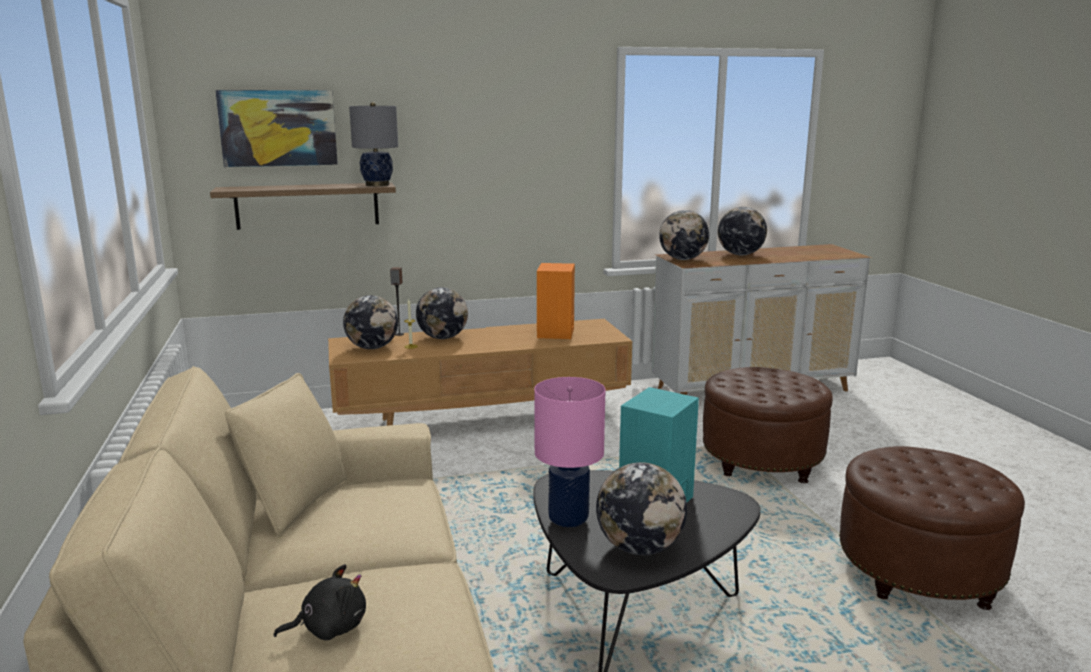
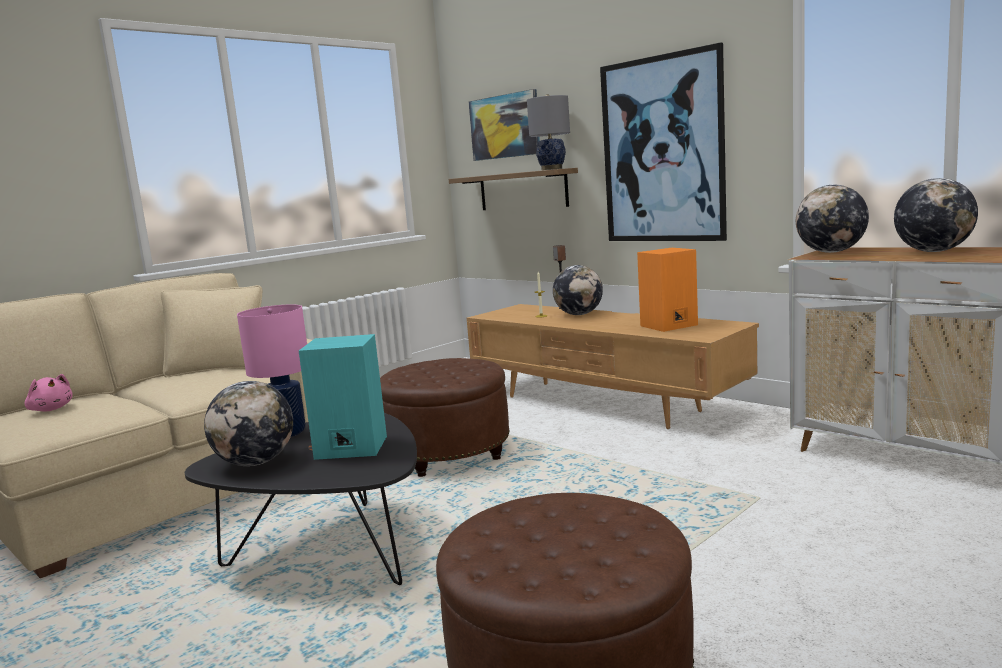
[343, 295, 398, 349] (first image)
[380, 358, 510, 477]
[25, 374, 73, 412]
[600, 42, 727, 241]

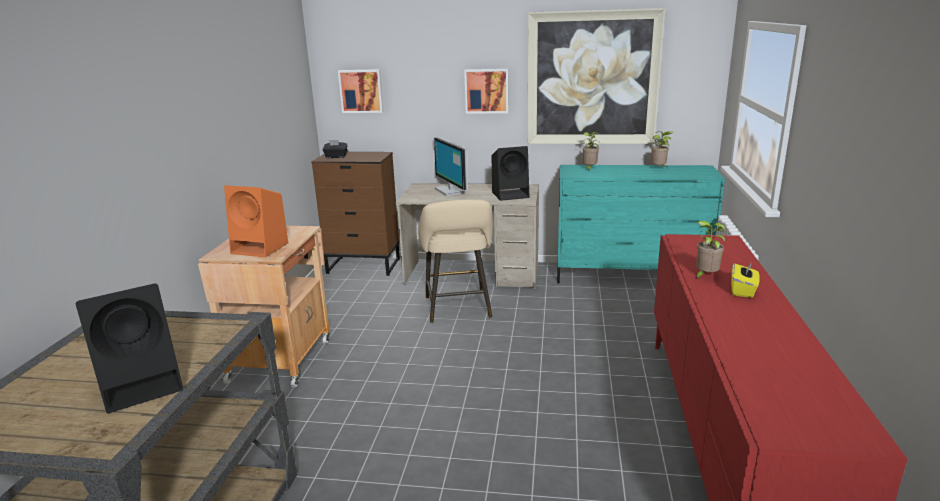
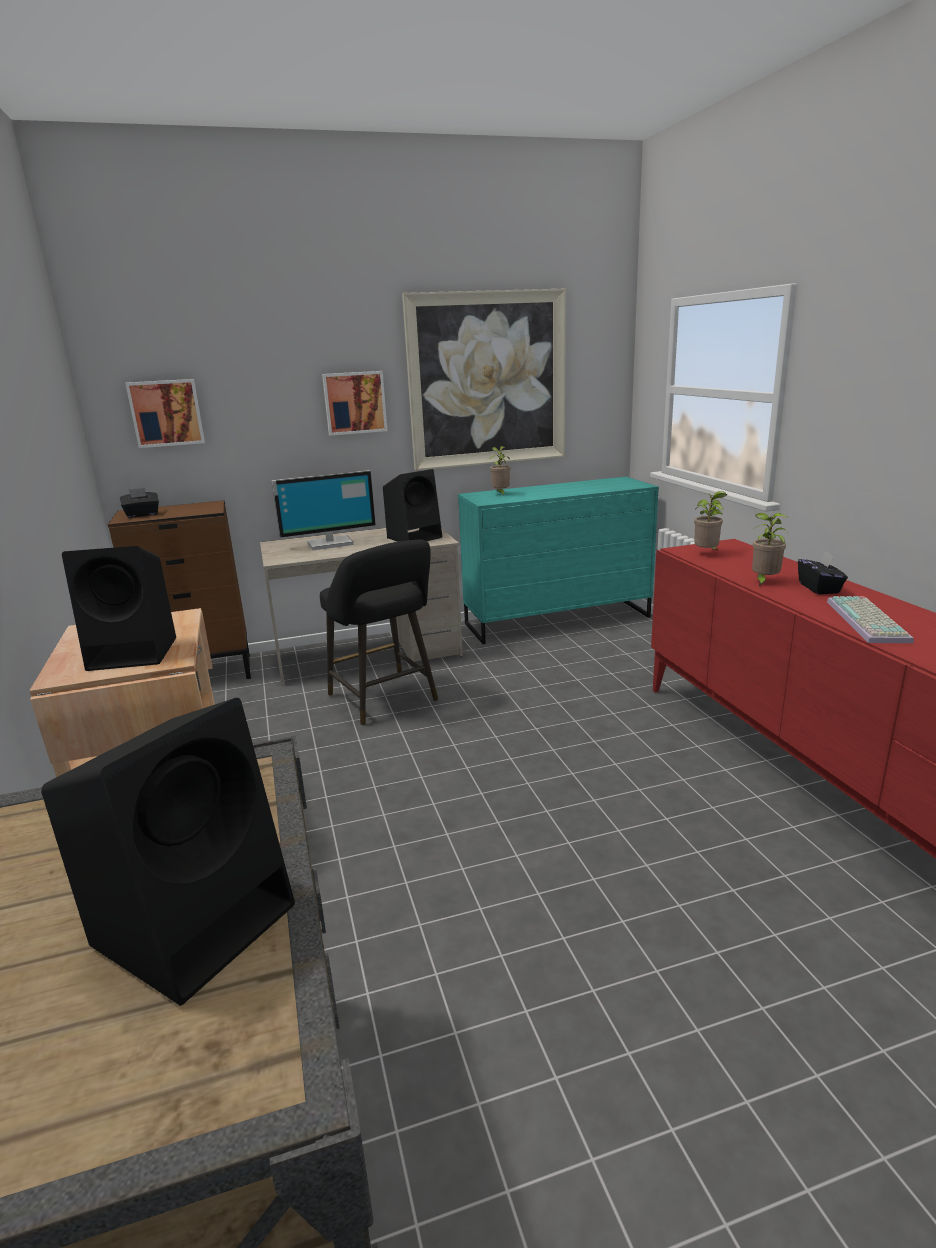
[694, 491, 728, 549]
[272, 470, 376, 550]
[62, 546, 176, 671]
[320, 540, 438, 726]
[798, 551, 848, 594]
[827, 596, 914, 643]

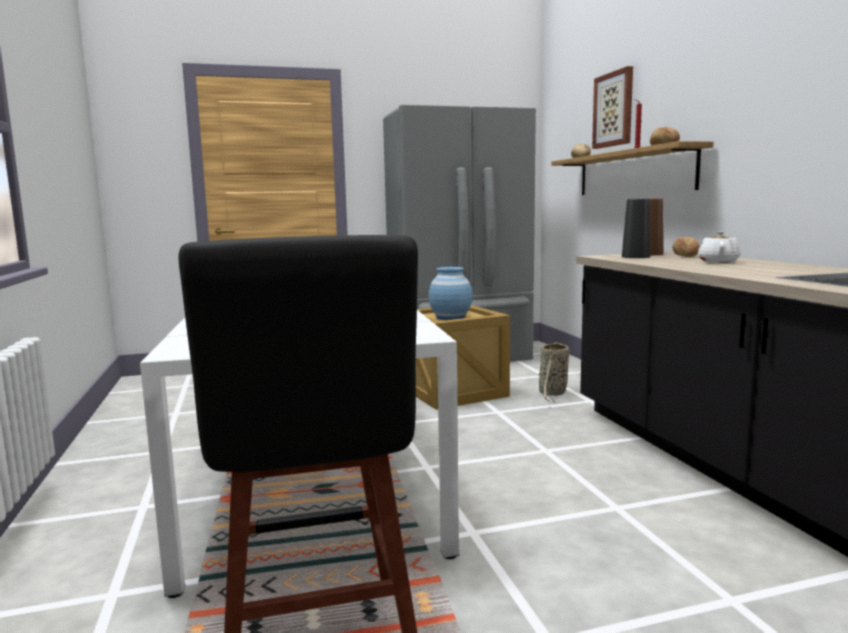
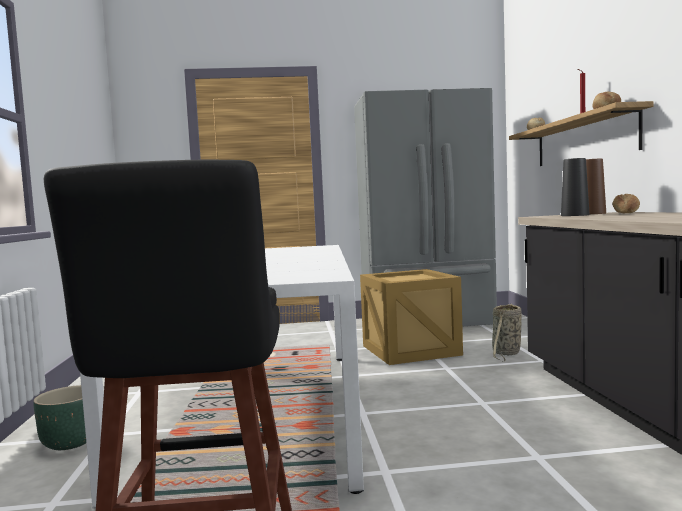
[592, 66, 633, 149] (first image)
[698, 231, 741, 263] (first image)
[429, 267, 472, 320] (first image)
[33, 385, 86, 450]

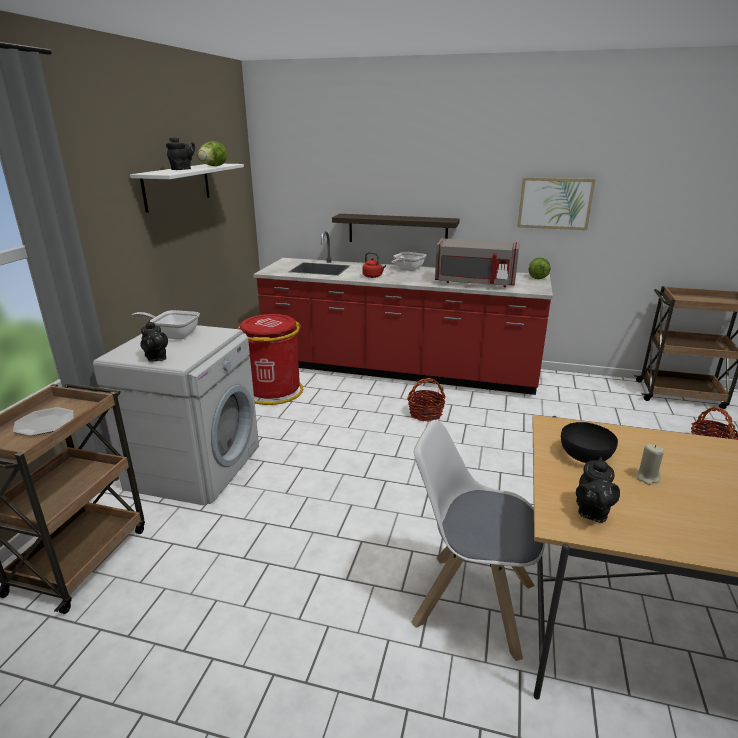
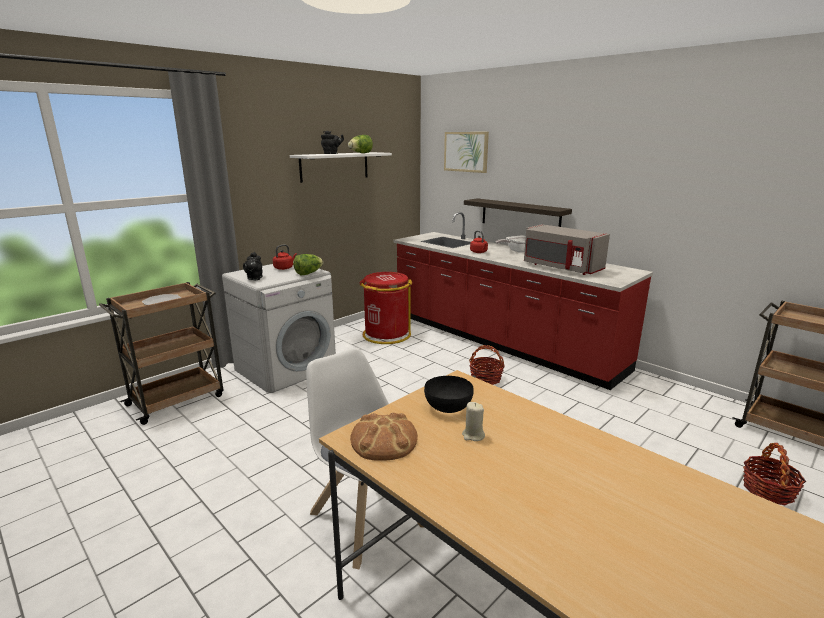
[444, 132, 489, 173]
[293, 254, 323, 275]
[273, 244, 297, 270]
[350, 413, 418, 461]

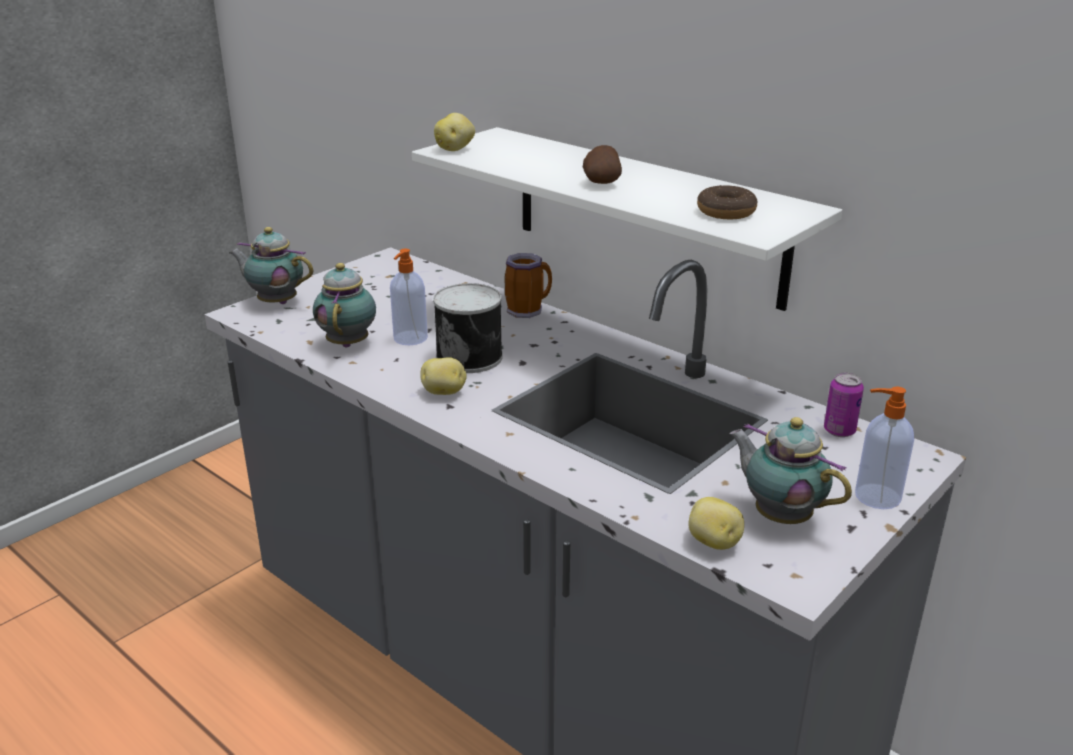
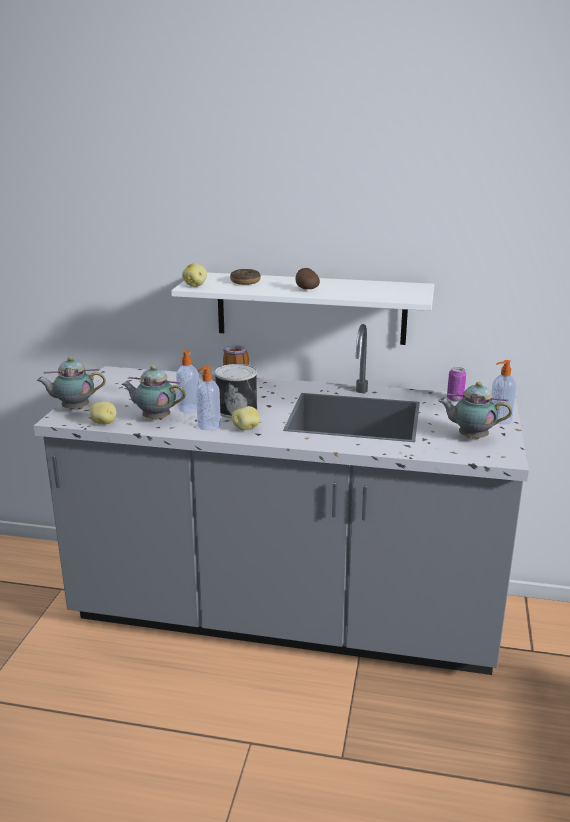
[230, 269, 261, 285]
[122, 365, 186, 420]
[89, 402, 117, 424]
[196, 365, 221, 430]

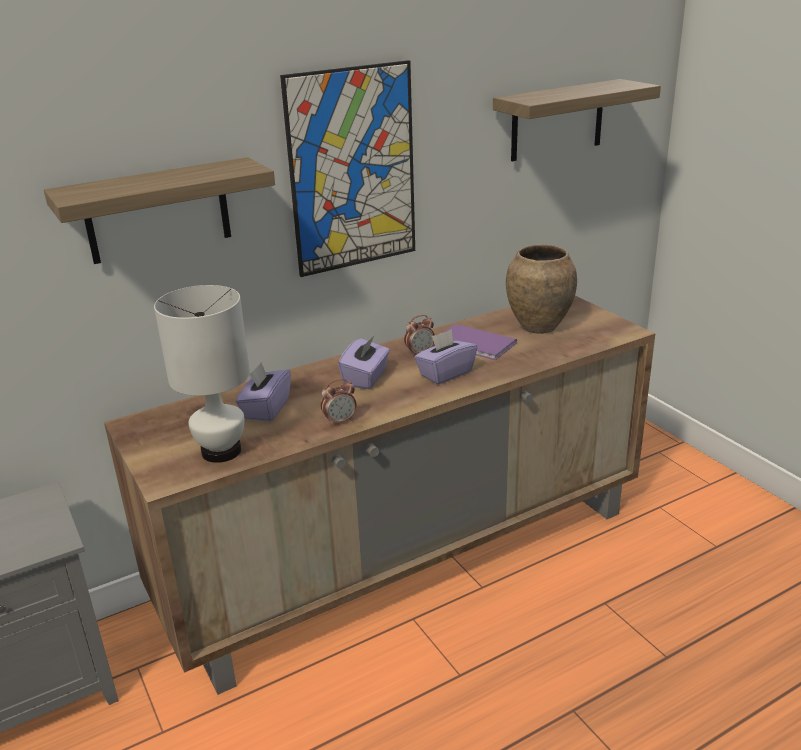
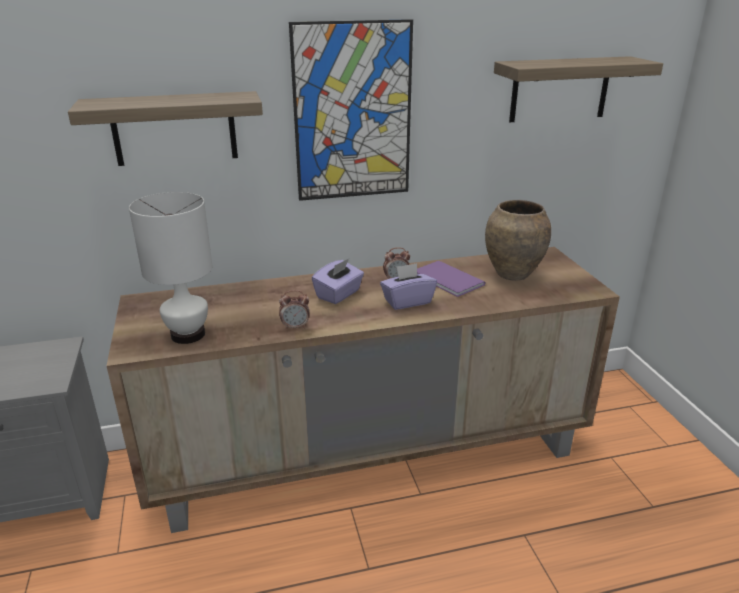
[236, 362, 291, 422] (first image)

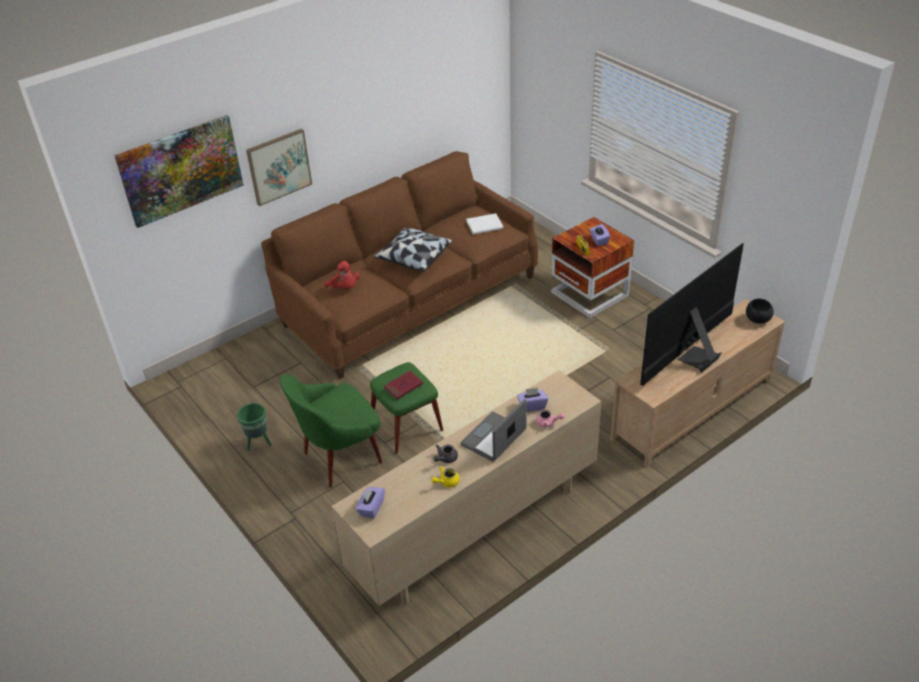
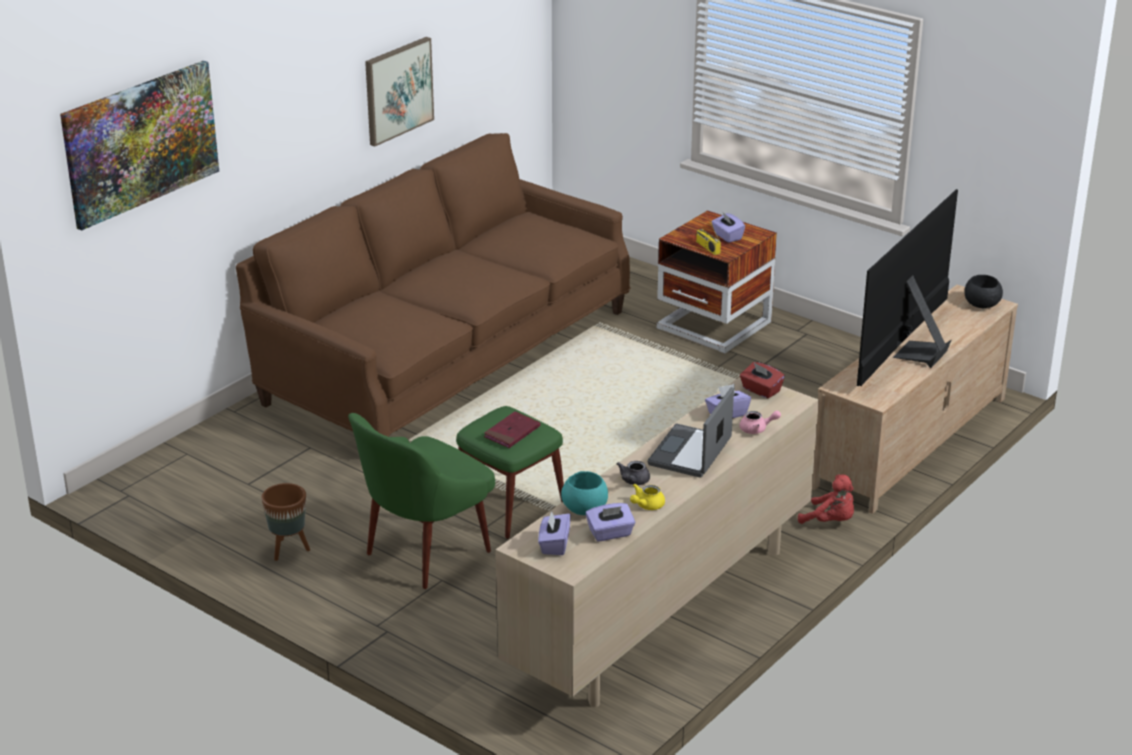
[365, 37, 434, 147]
[466, 213, 504, 235] (first image)
[374, 228, 452, 272] (first image)
[798, 474, 854, 524]
[261, 483, 310, 561]
[740, 362, 785, 399]
[561, 471, 608, 515]
[586, 503, 635, 541]

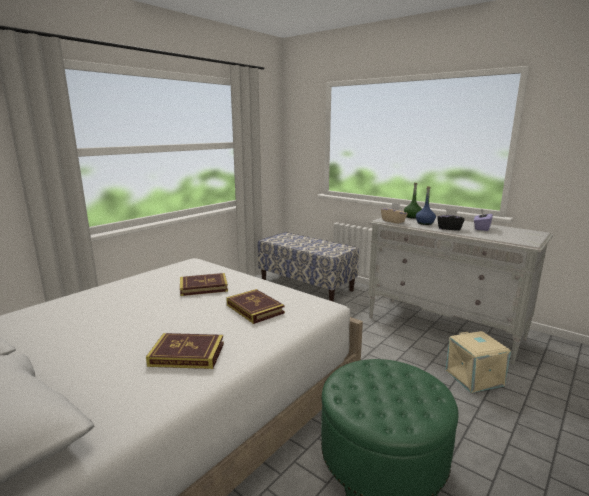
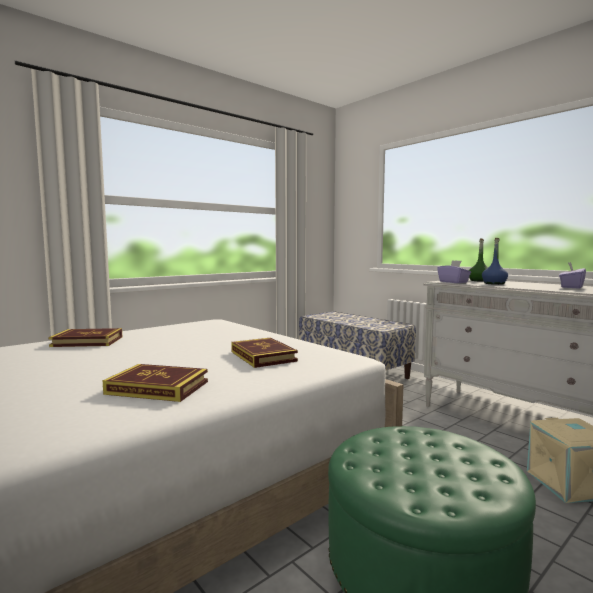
[437, 260, 471, 283]
[437, 209, 465, 231] (first image)
[48, 328, 122, 347]

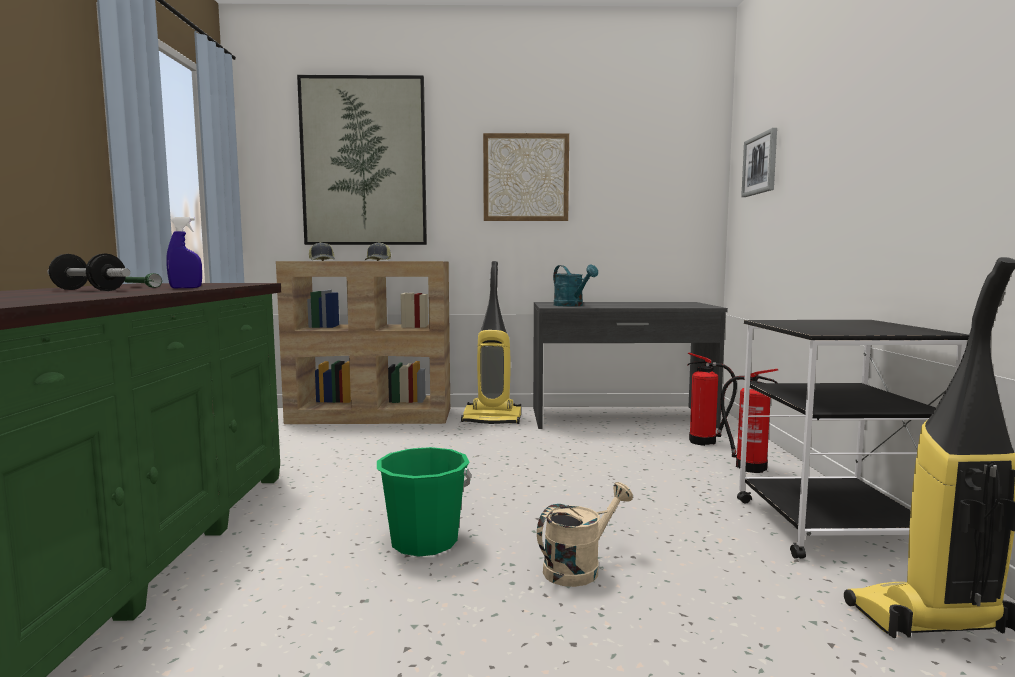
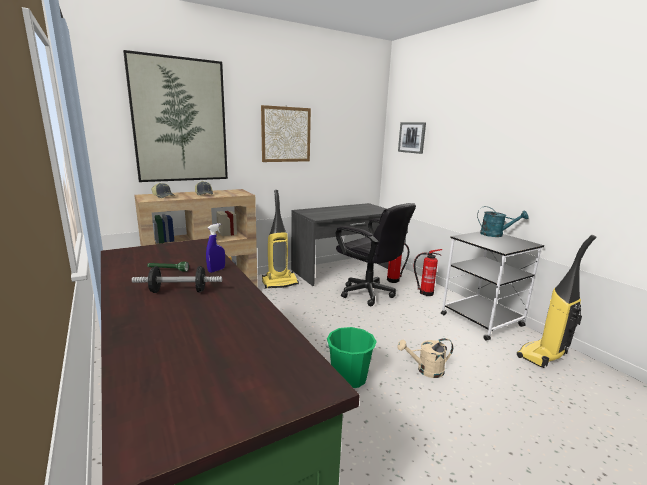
[477, 206, 529, 237]
[397, 338, 453, 378]
[336, 203, 416, 306]

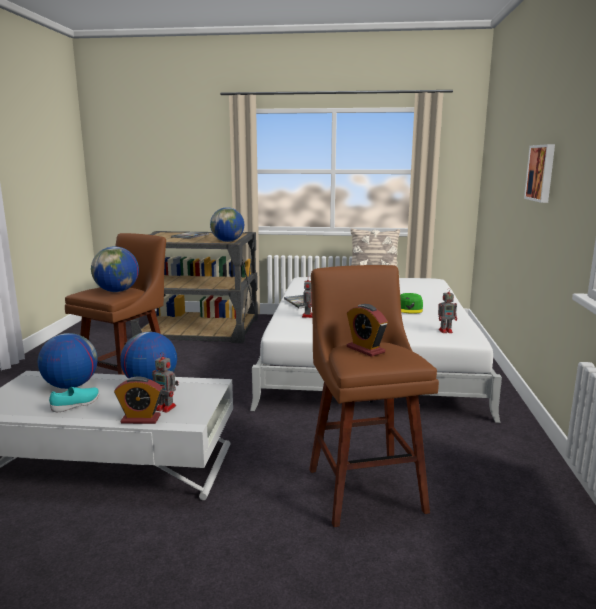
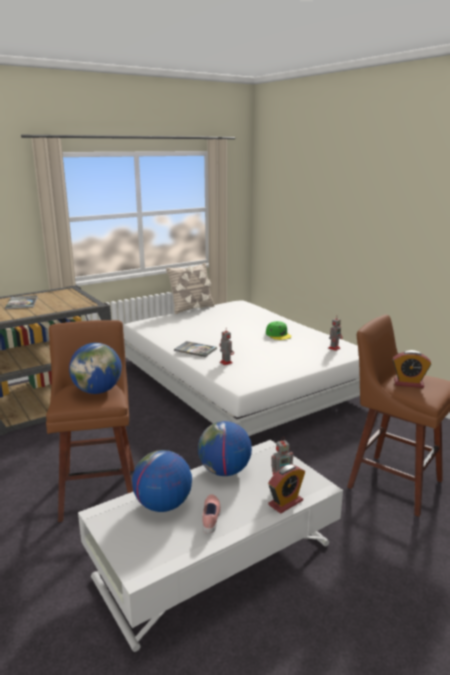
[524, 144, 555, 203] (first image)
[210, 207, 244, 242] (first image)
[202, 494, 221, 534]

